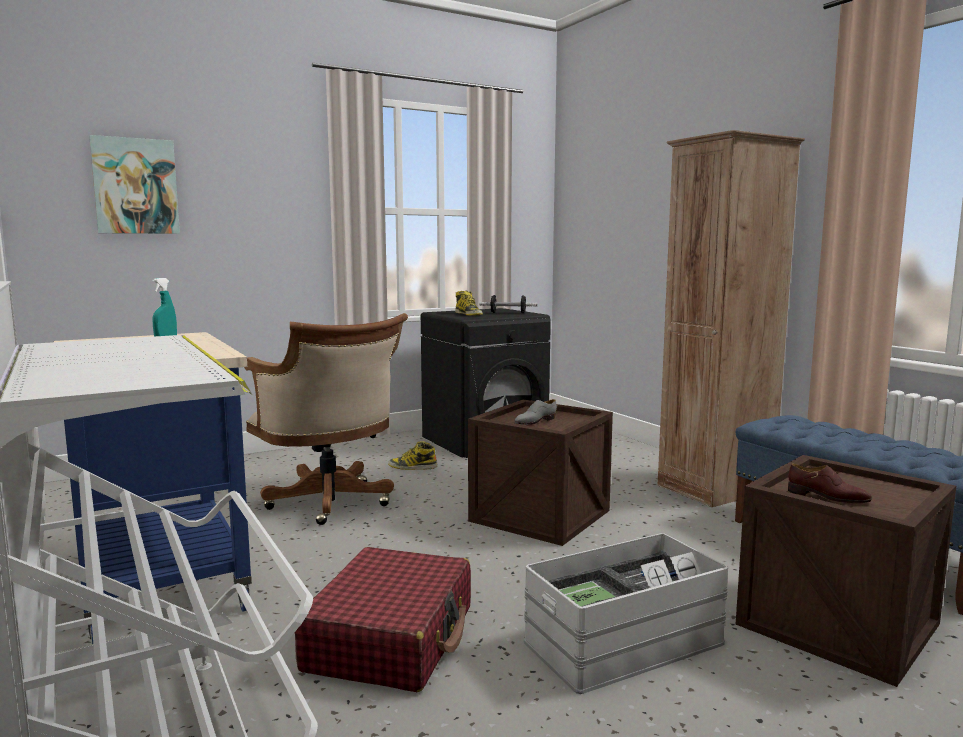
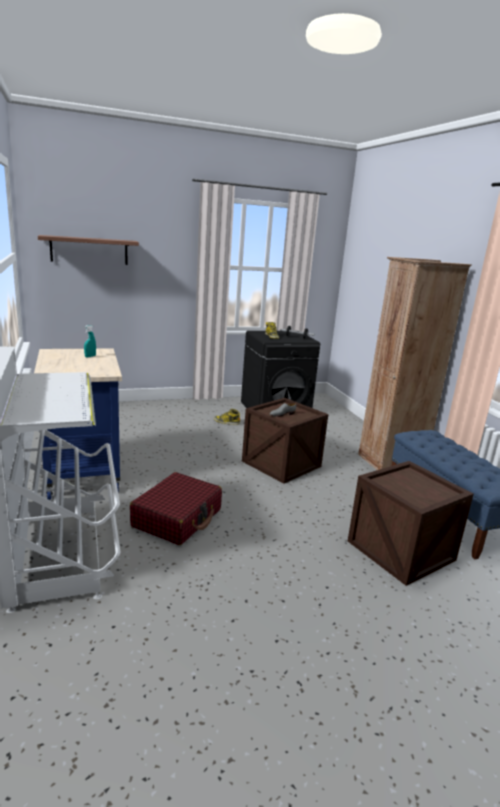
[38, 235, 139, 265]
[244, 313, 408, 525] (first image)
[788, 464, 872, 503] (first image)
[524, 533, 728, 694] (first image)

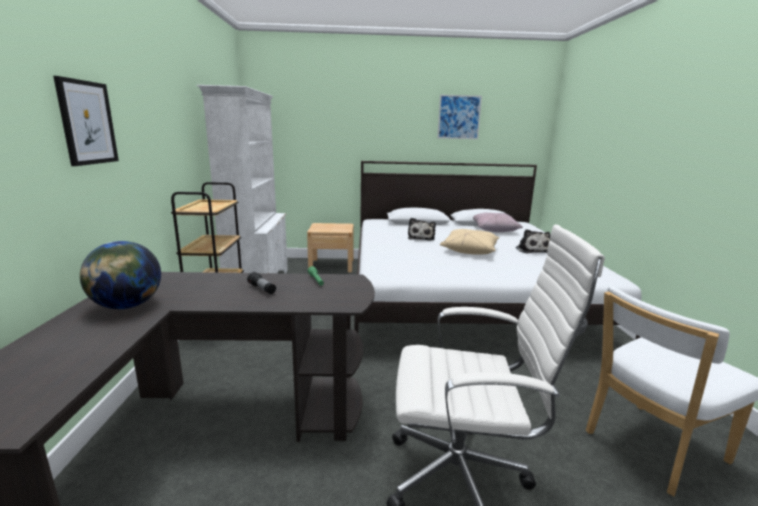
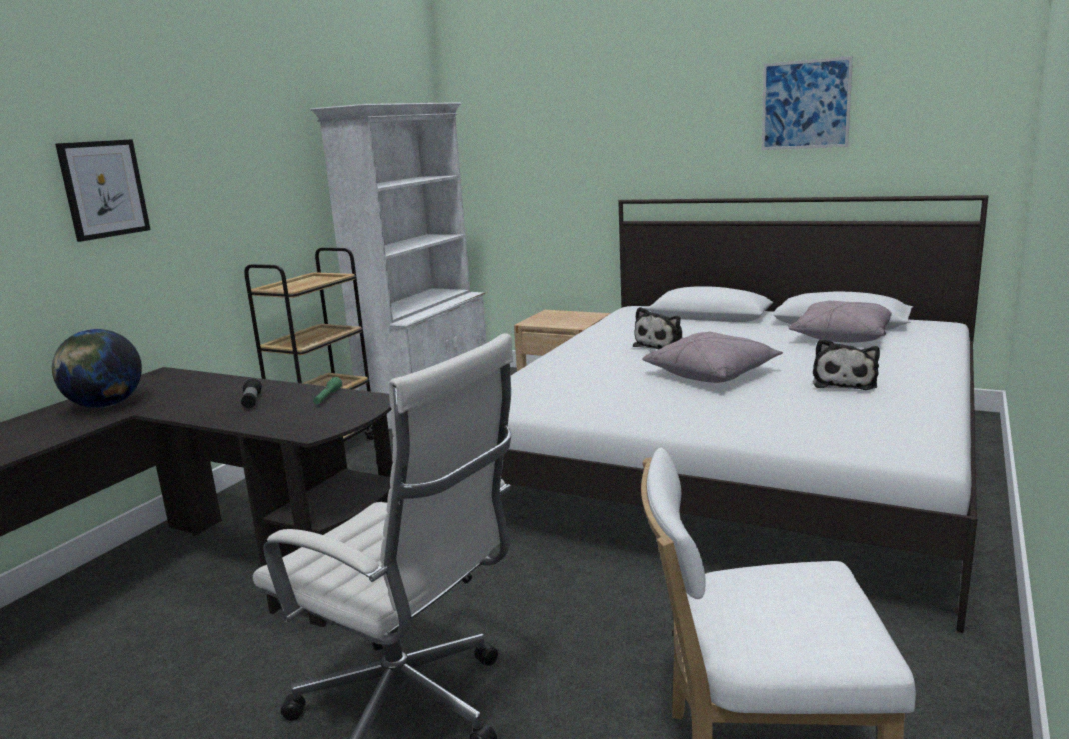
[642, 332, 783, 383]

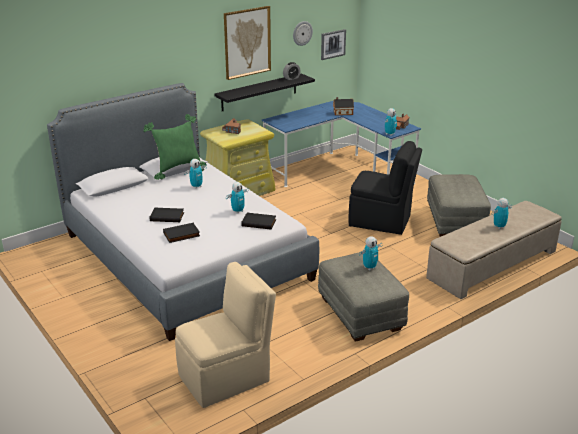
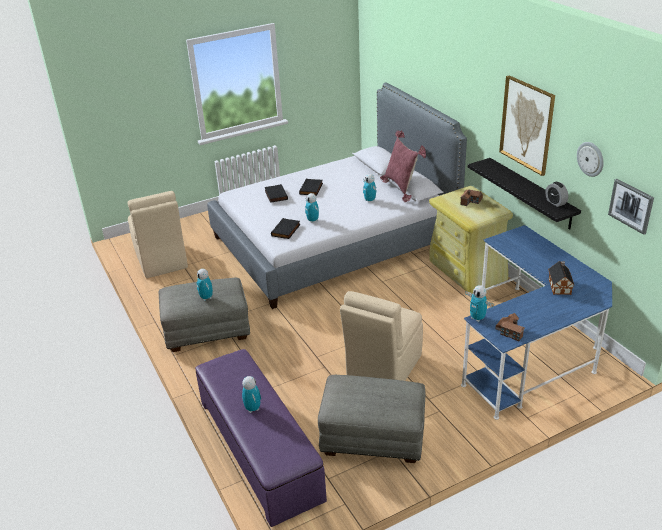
[380, 130, 426, 202]
[340, 291, 423, 381]
[195, 349, 327, 527]

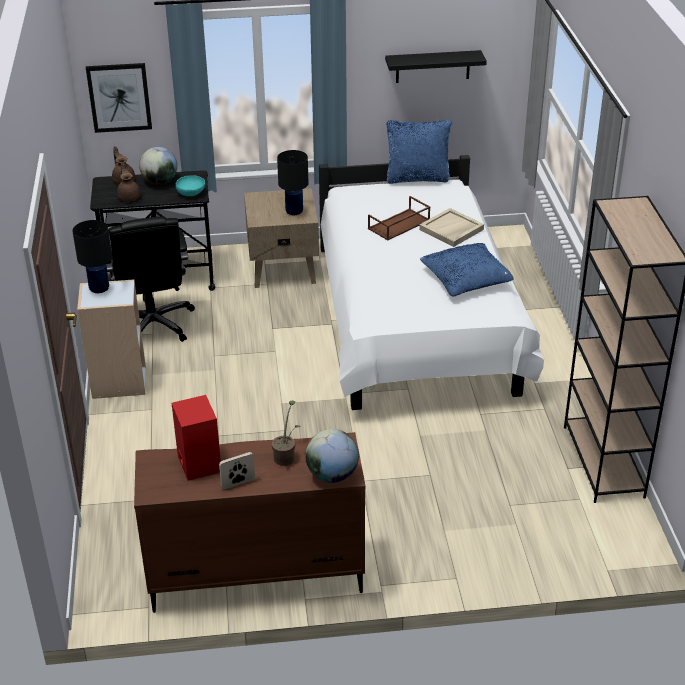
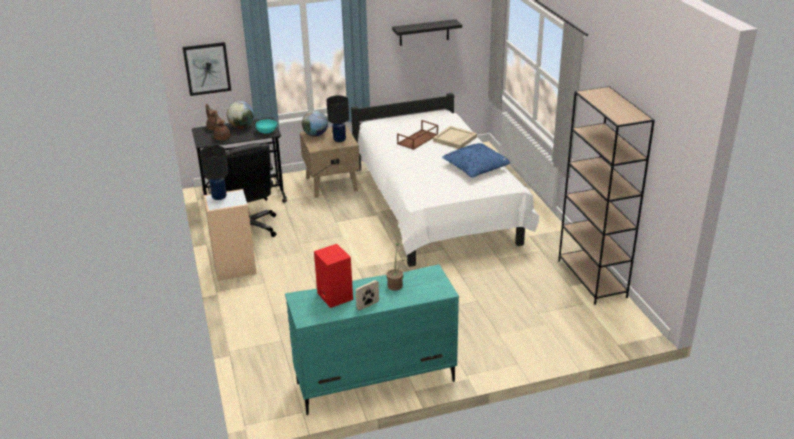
[386, 120, 452, 184] (first image)
[302, 110, 328, 137]
[285, 264, 459, 415]

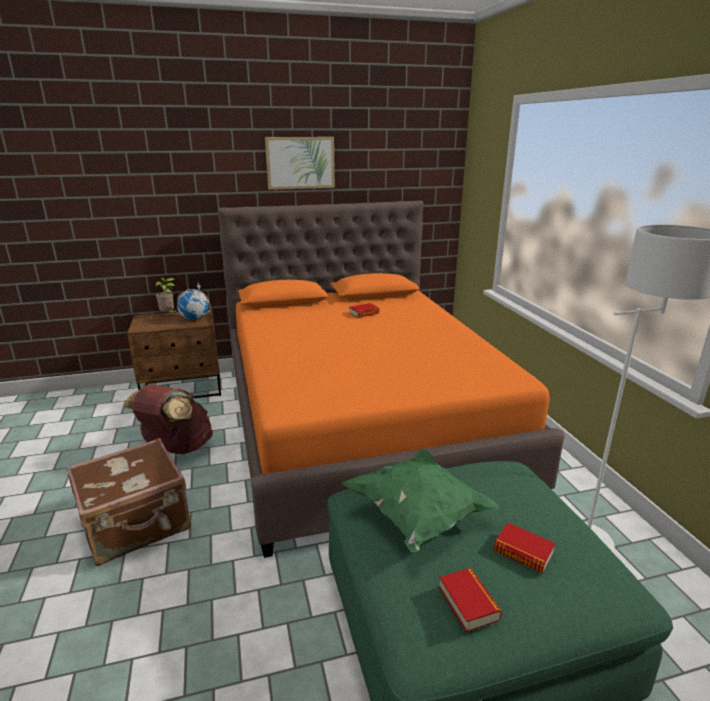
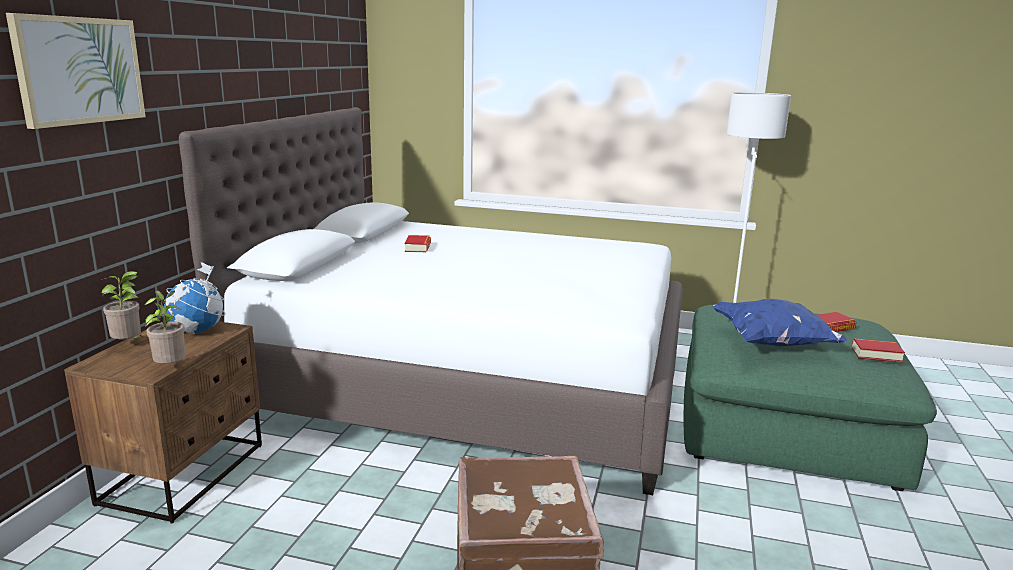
[6, 13, 146, 129]
[179, 107, 683, 495]
[123, 384, 213, 454] (first image)
[712, 299, 847, 346]
[145, 291, 186, 364]

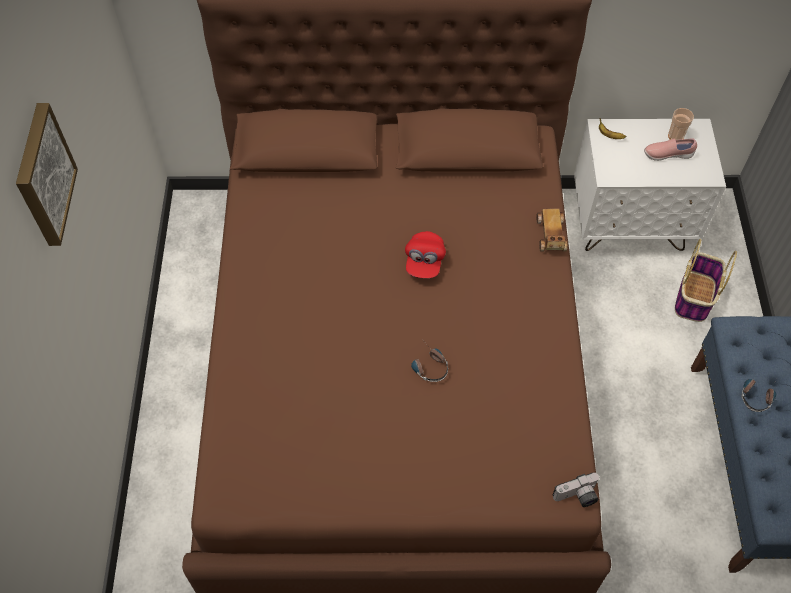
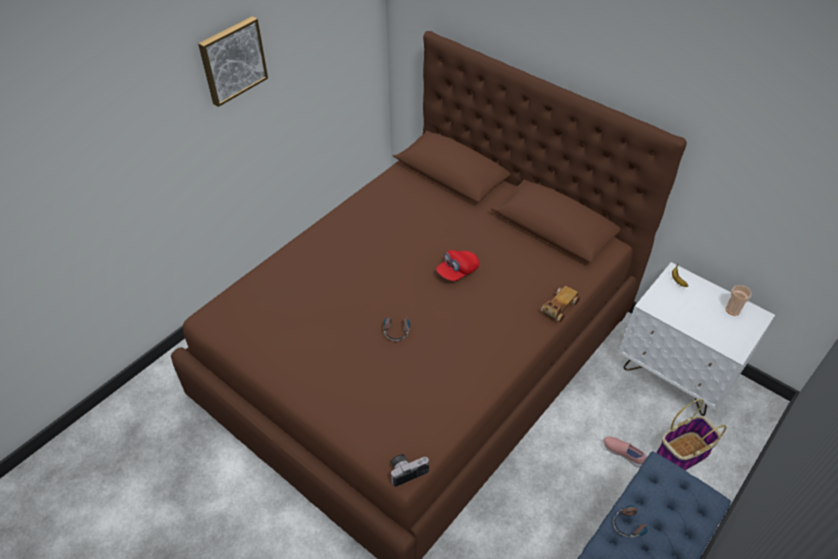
[603, 437, 646, 467]
[390, 454, 429, 487]

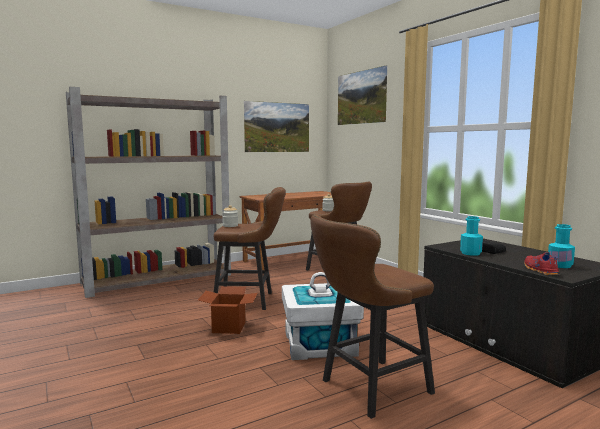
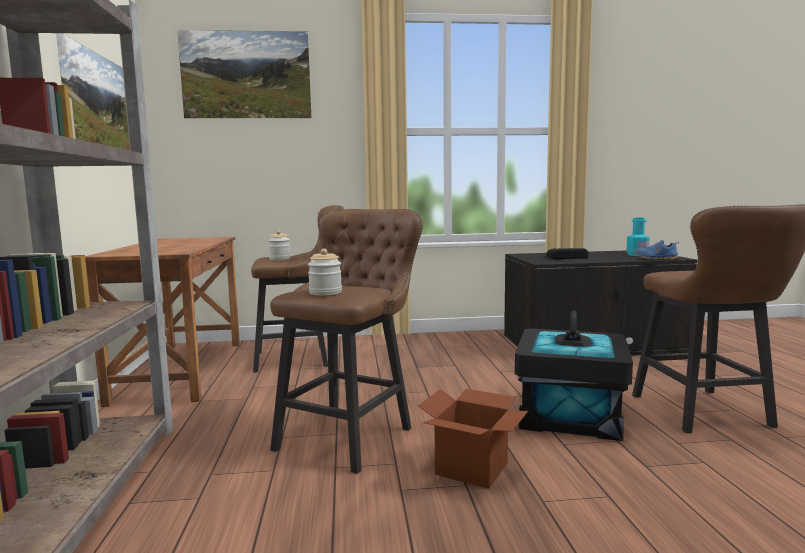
[460, 216, 483, 256] (first image)
[634, 240, 679, 260]
[515, 311, 633, 441]

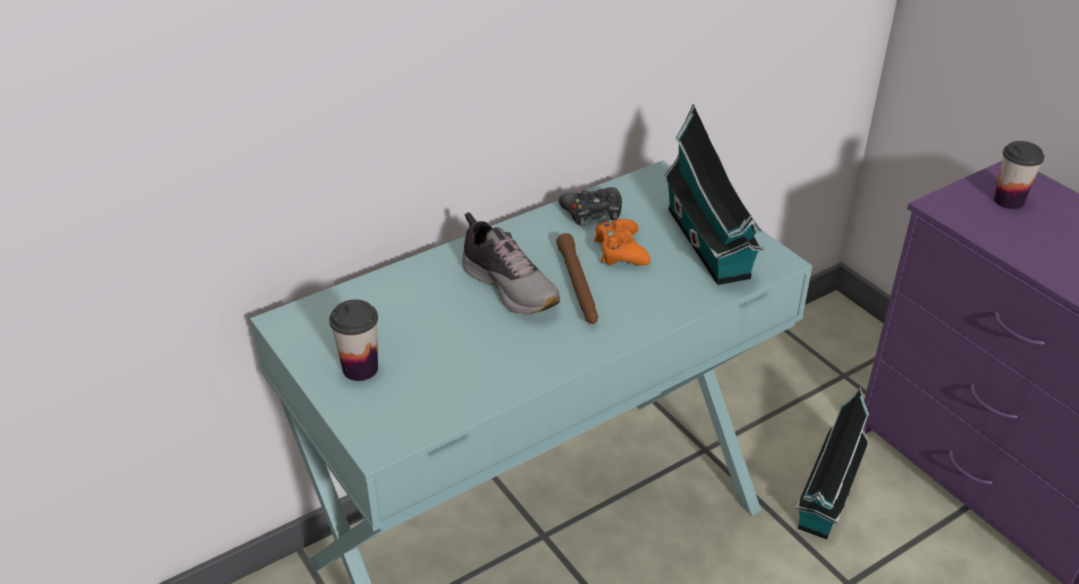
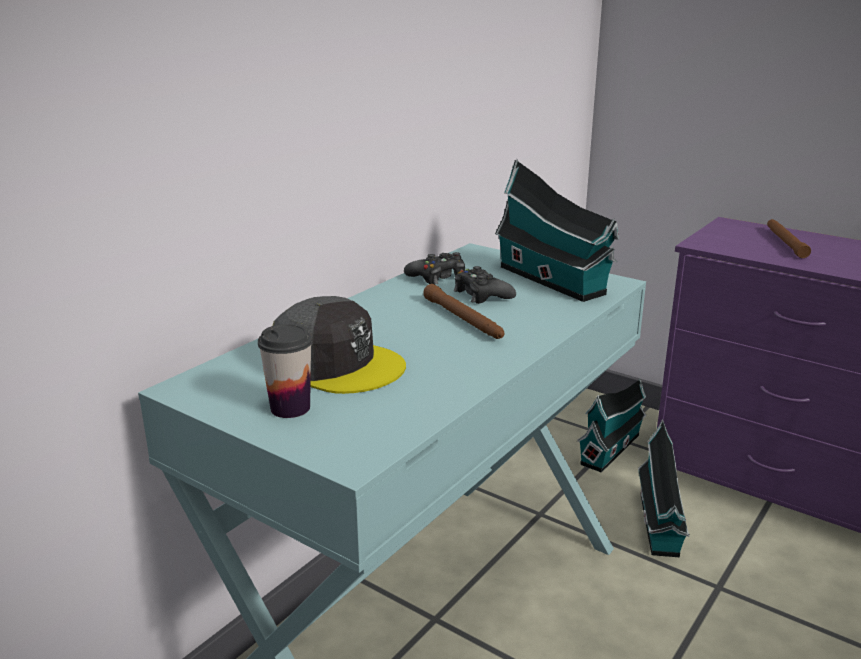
[994, 141, 1044, 209] (first image)
[462, 212, 560, 315] (first image)
[454, 266, 516, 304]
[767, 219, 811, 258]
[273, 296, 406, 394]
[577, 379, 647, 473]

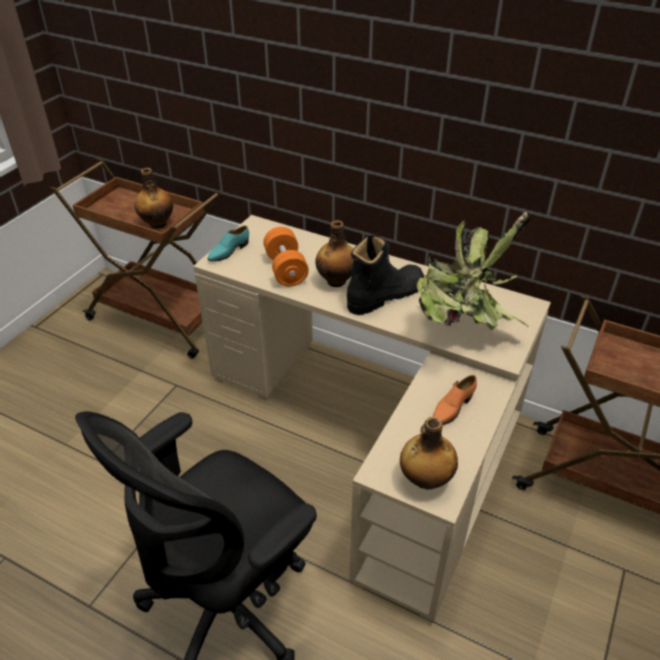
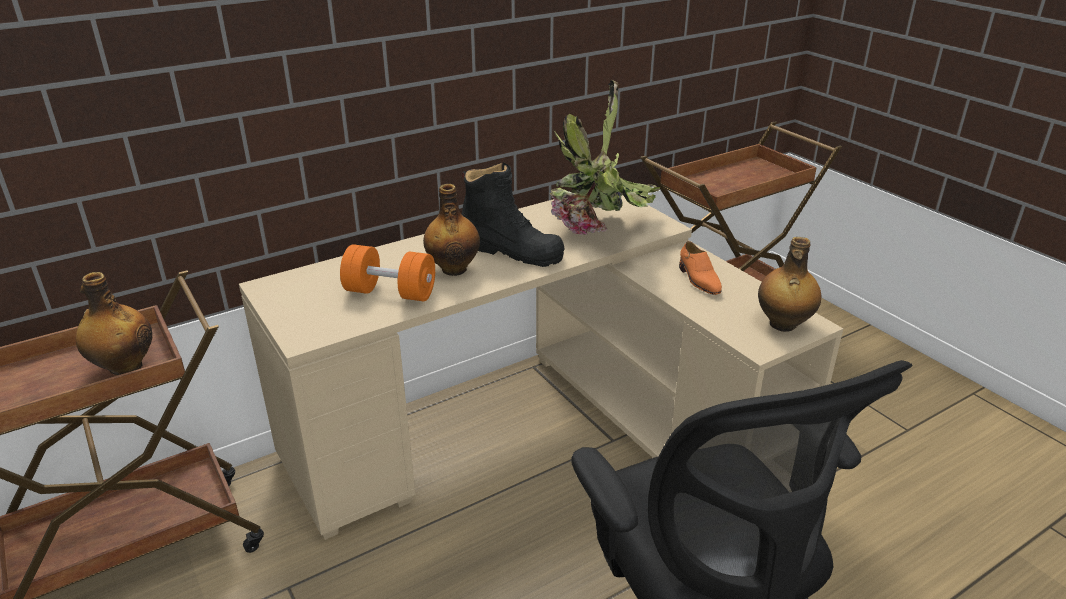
[207, 226, 249, 262] (first image)
[461, 162, 564, 267]

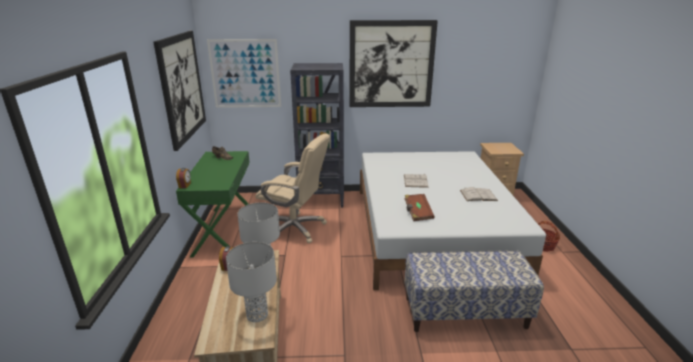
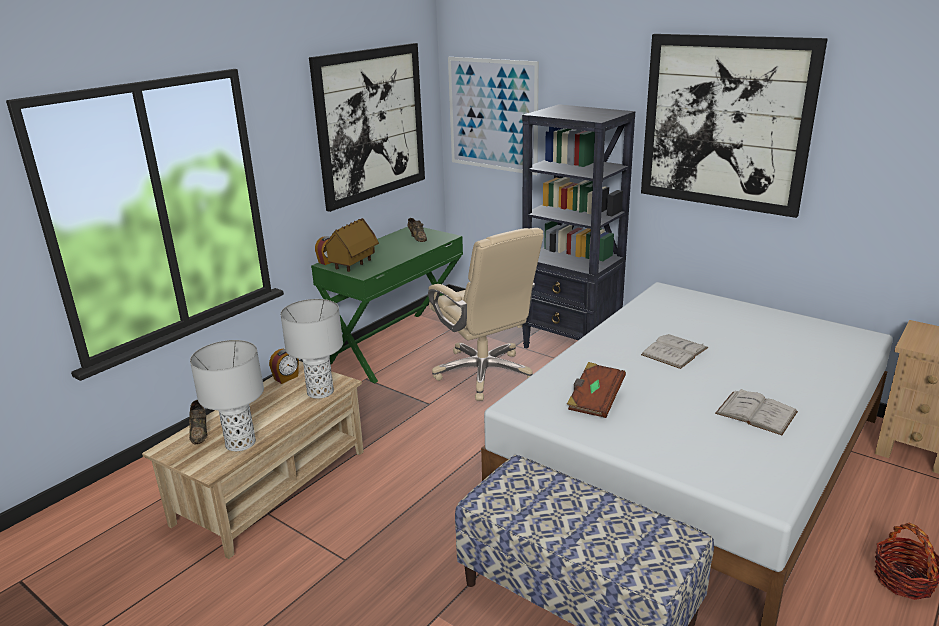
[323, 218, 379, 272]
[189, 400, 207, 444]

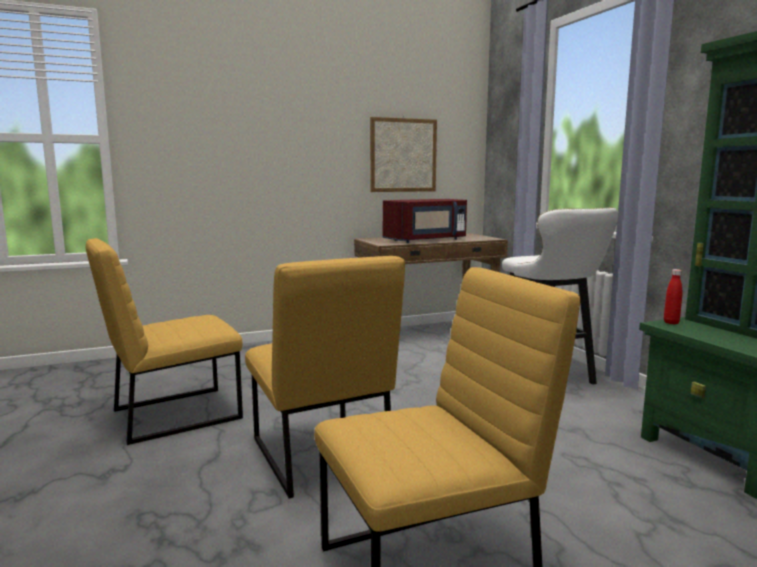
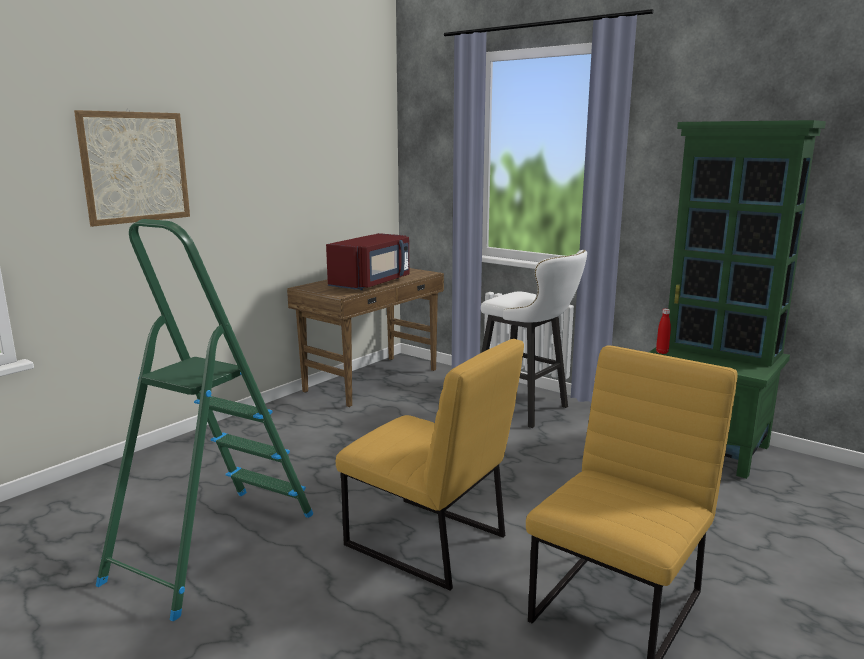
[74, 109, 190, 227]
[96, 219, 313, 621]

